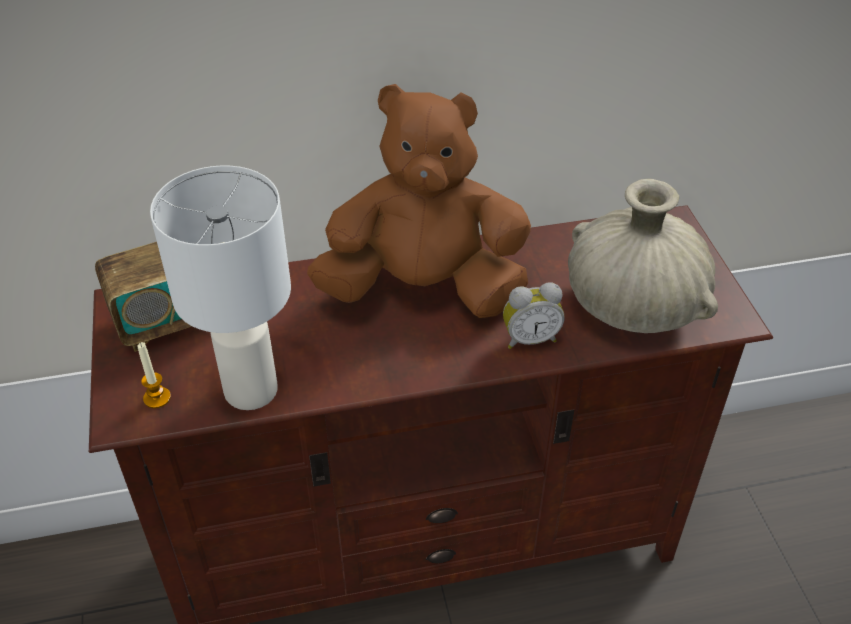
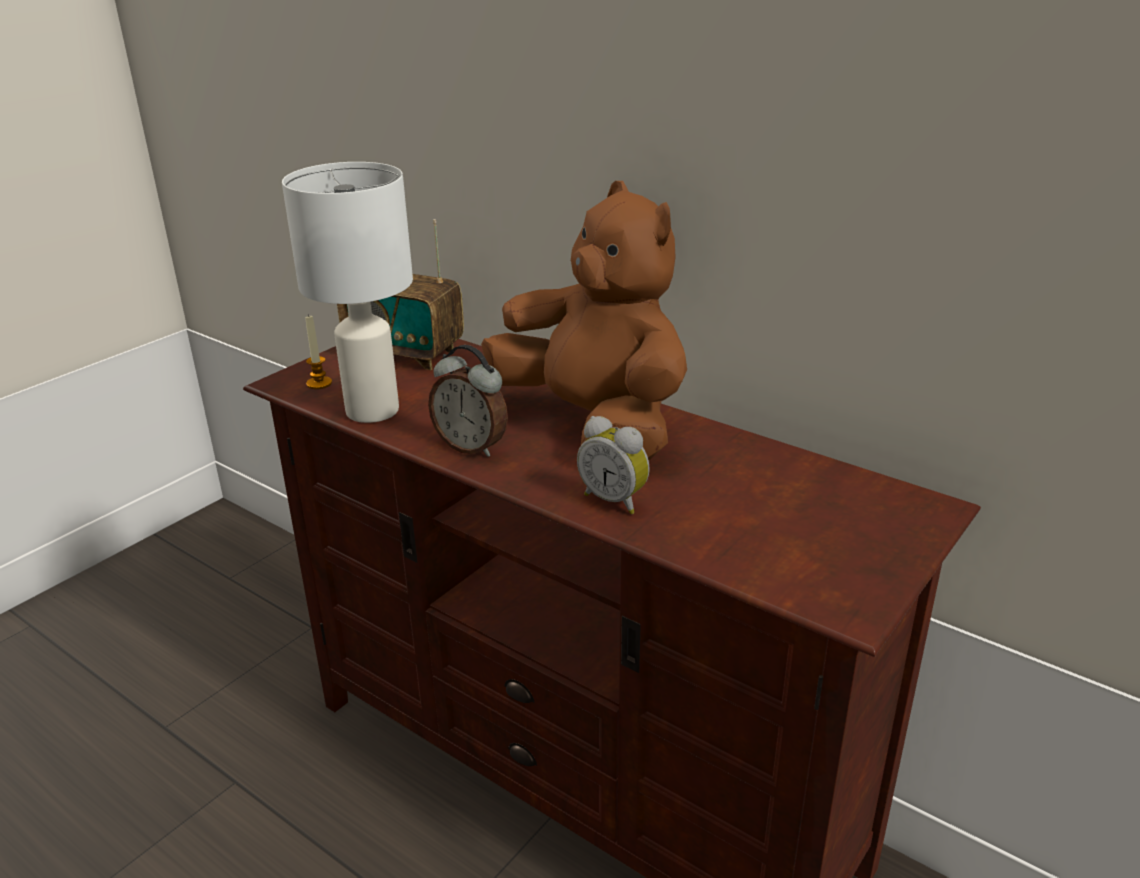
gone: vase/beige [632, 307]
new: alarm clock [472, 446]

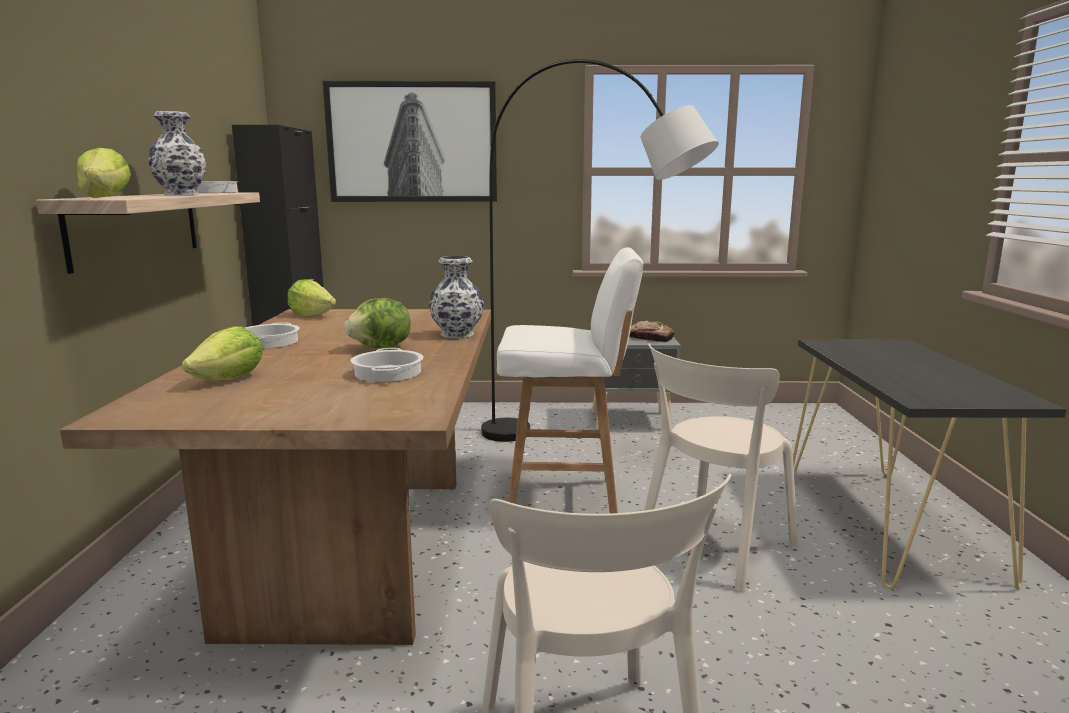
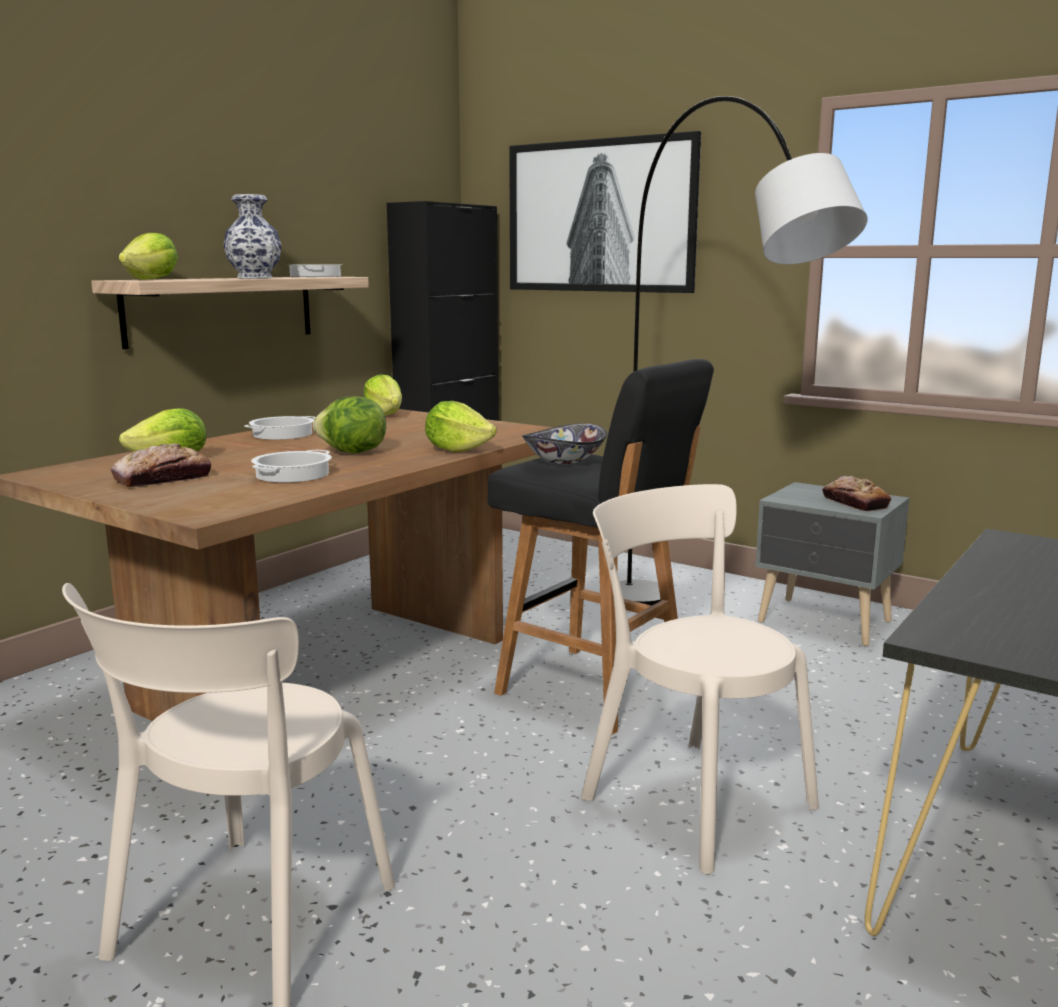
new: bread [163, 479]; bowl [565, 461]
swapped: vase [456, 334] to lettuce [457, 450]
repainted: stool/white [566, 500] to stool/black [595, 690]
rotated: chair/beige [712, 549] = [690, 797] 60 degrees clockwise

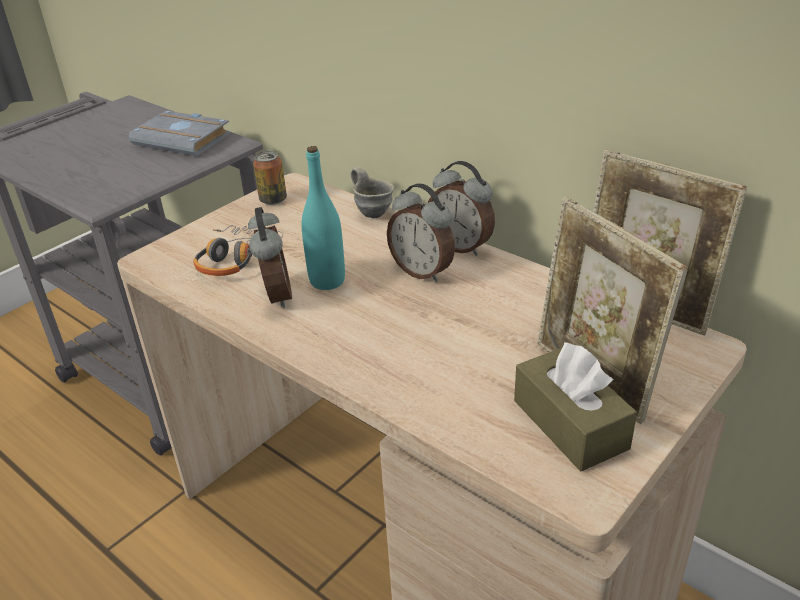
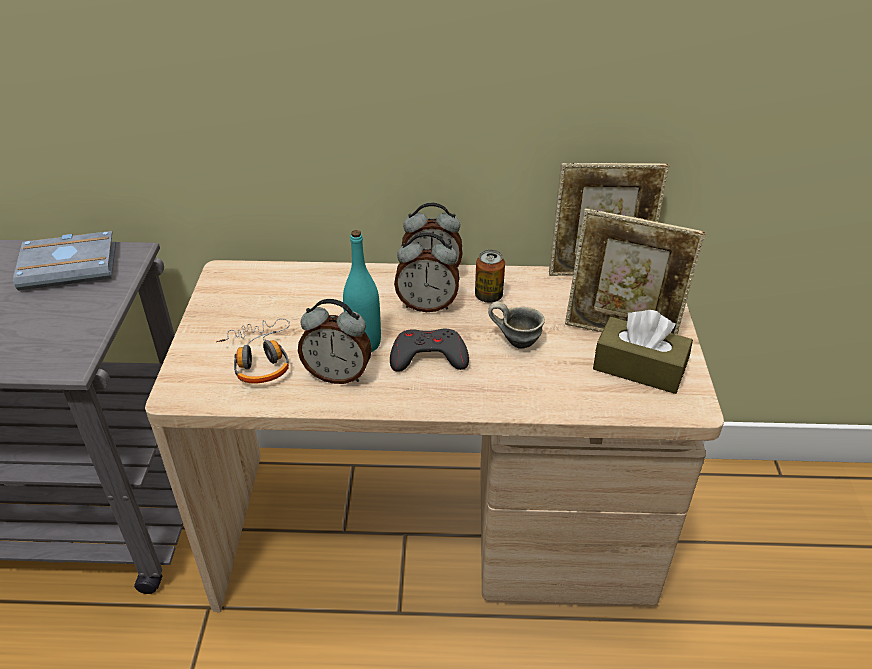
new: game controller/grey [428, 356]
shifted: can [273, 200] to [488, 296]; mug/grey [373, 212] to [517, 340]
rotated: alarm clock [275, 296] = [338, 374] 150 degrees clockwise

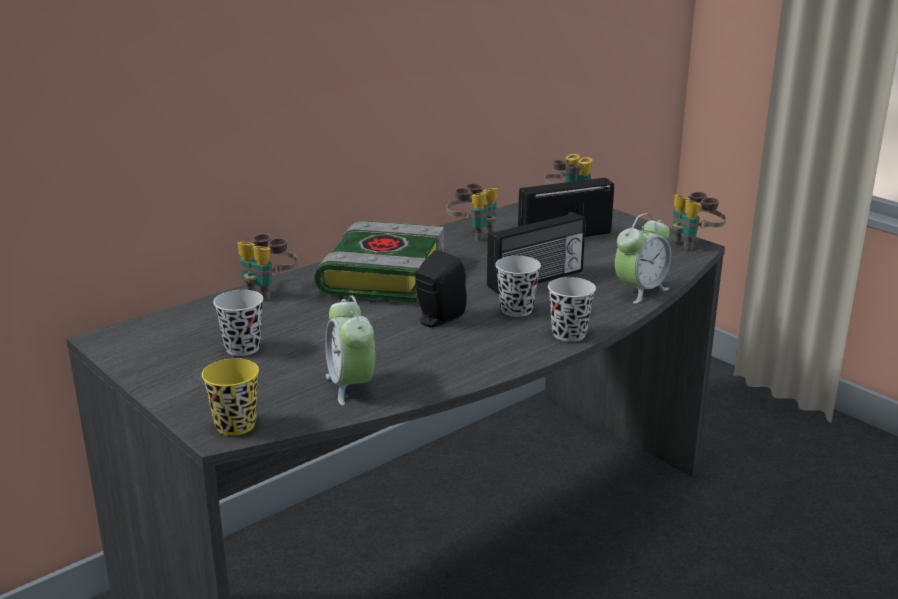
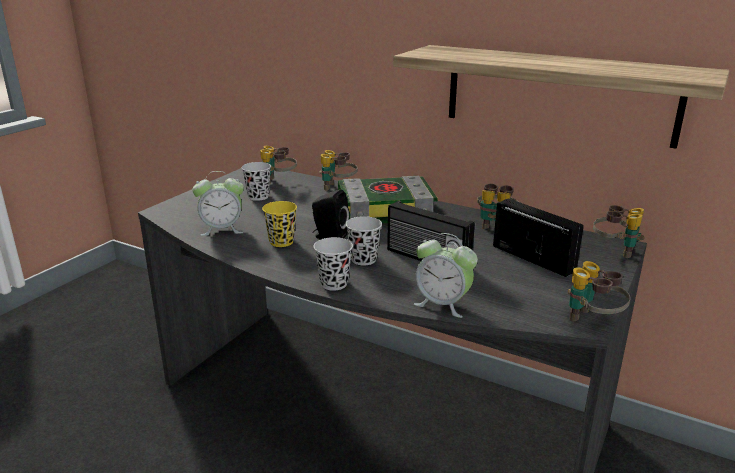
new: binoculars [278, 182]; shelf [559, 94]
shifted: cup/yellow [235, 425] to [281, 242]
rotated: alarm clock [351, 386] = [222, 229] 150 degrees counterclockwise

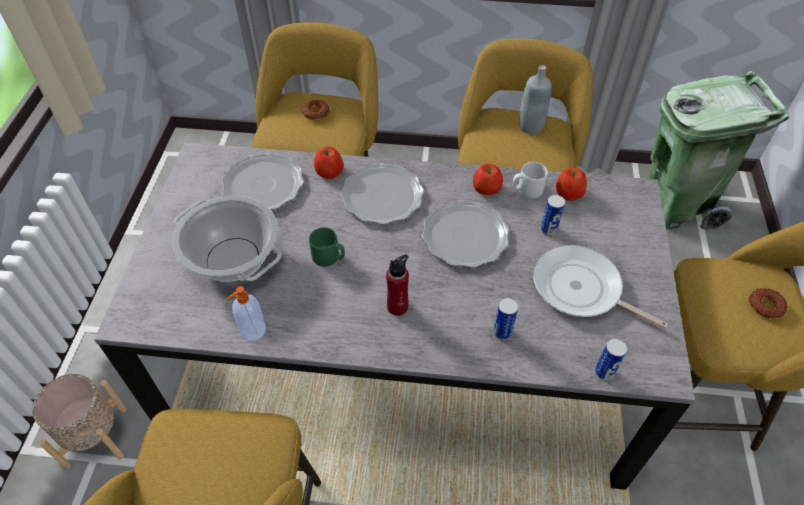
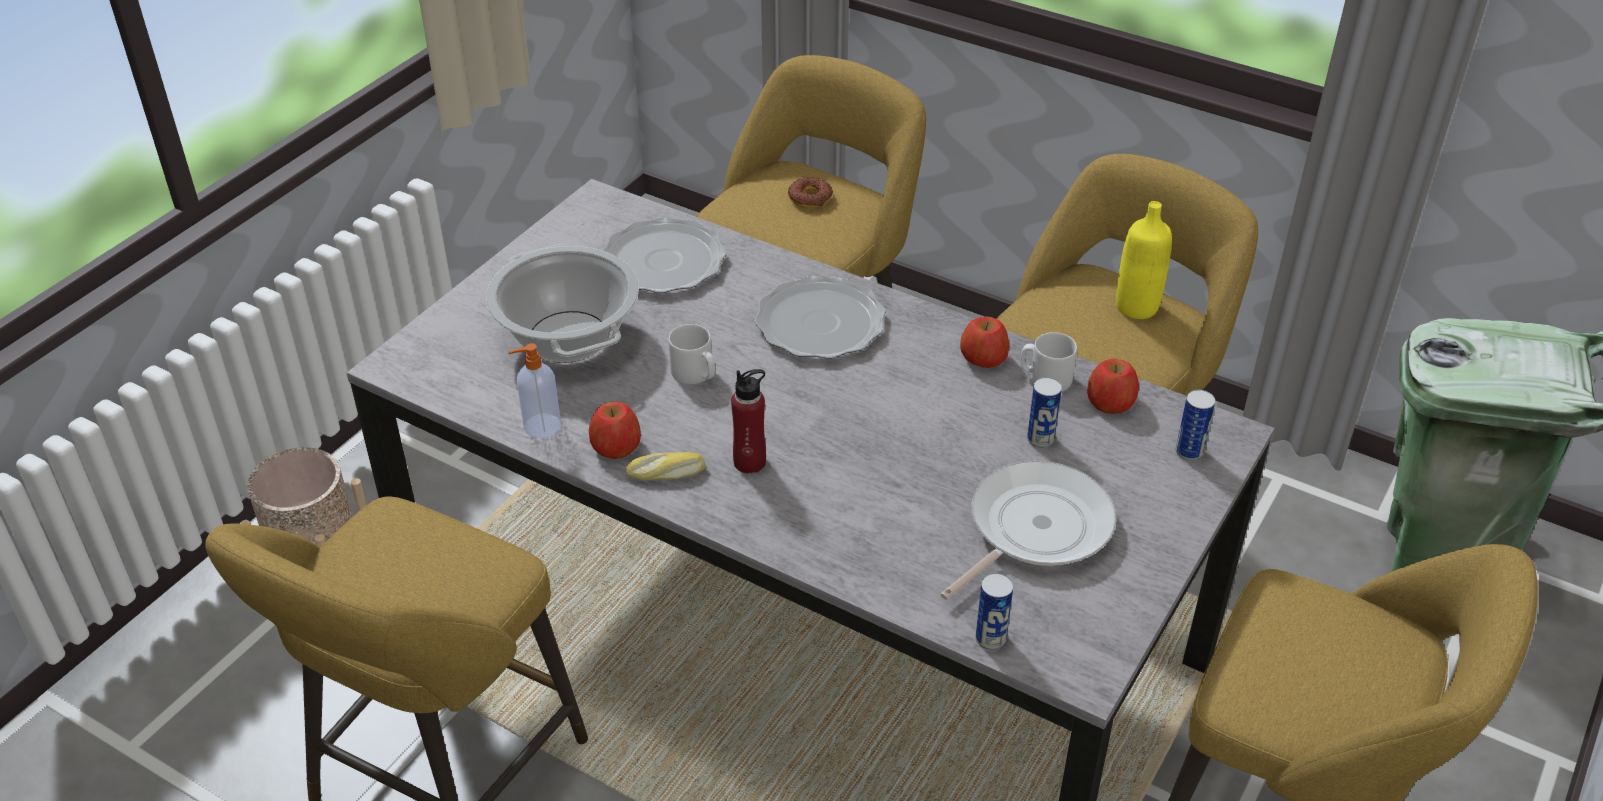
gone: plate [465, 236]; donut [765, 305]
new: bread [666, 474]
shifted: apple [329, 171] to [616, 446]; can [502, 332] to [1189, 452]
repainted: mug/green [329, 257] to mug/grey [695, 374]; bottle/grey [530, 126] to bottle/yellow [1137, 307]
rotated: frying pan [581, 289] = [1034, 529] 75 degrees clockwise

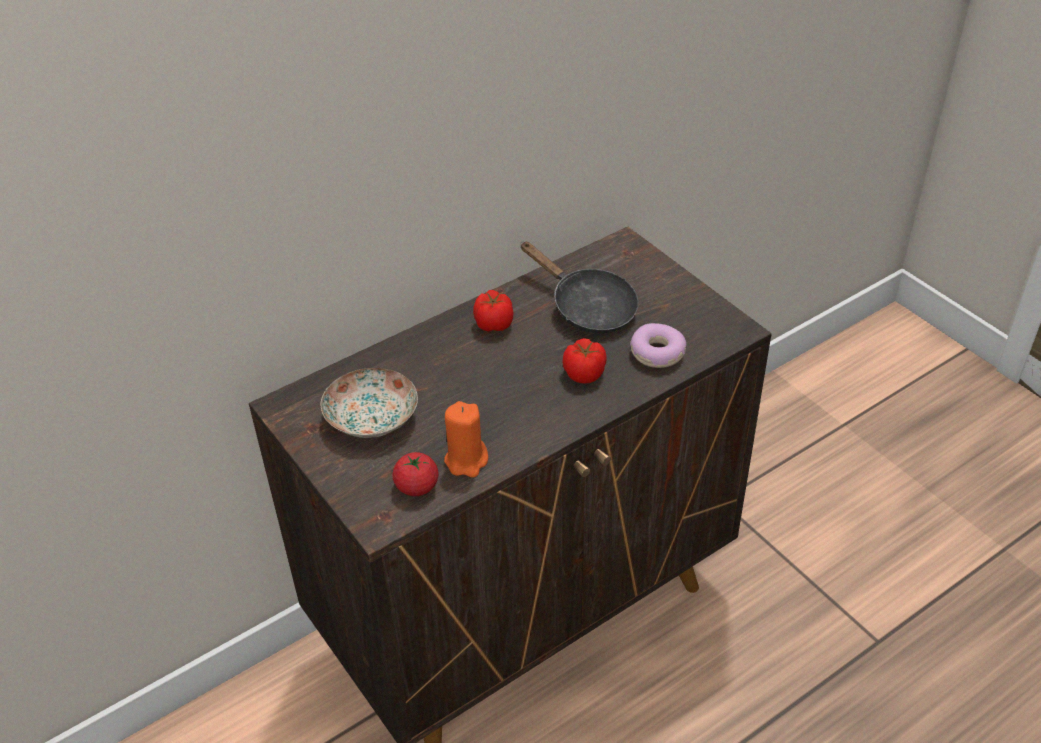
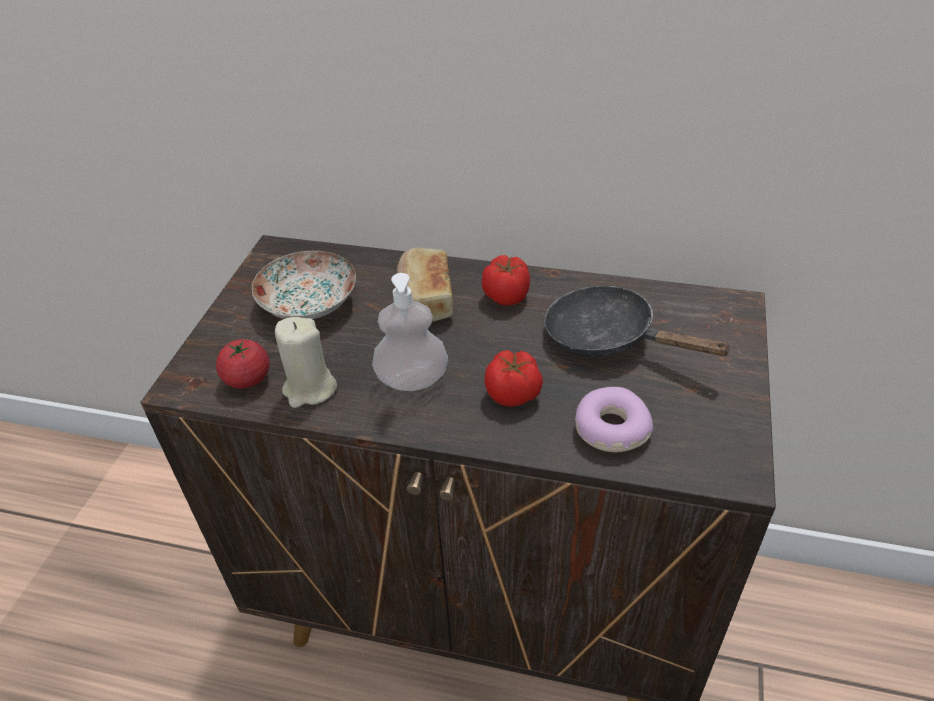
new: soap dispenser [412, 380]; bread [425, 300]
repainted: candle/orange [466, 460] to candle/beige [309, 389]
rotated: frying pan/black [587, 307] = [609, 338] 120 degrees clockwise

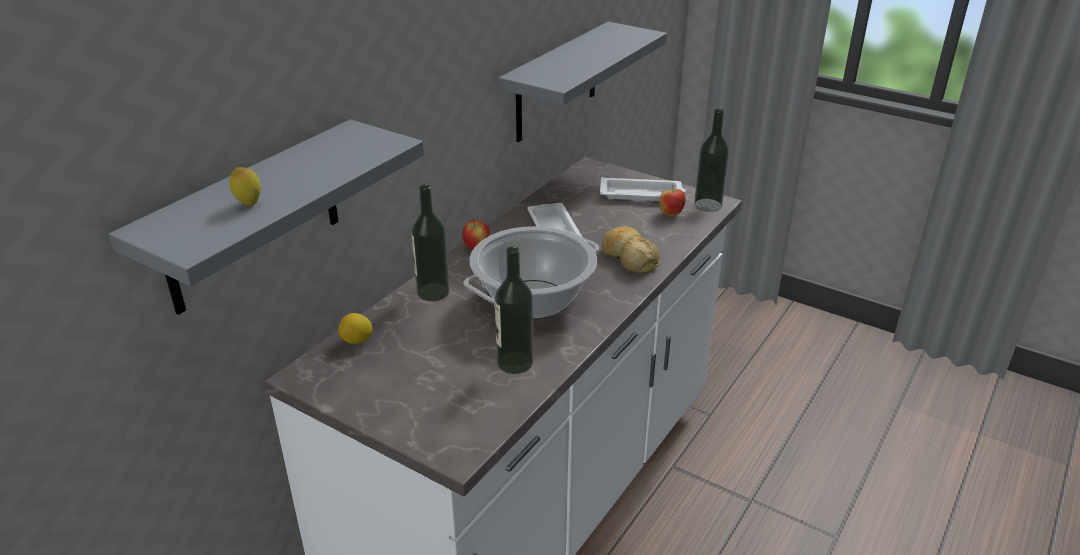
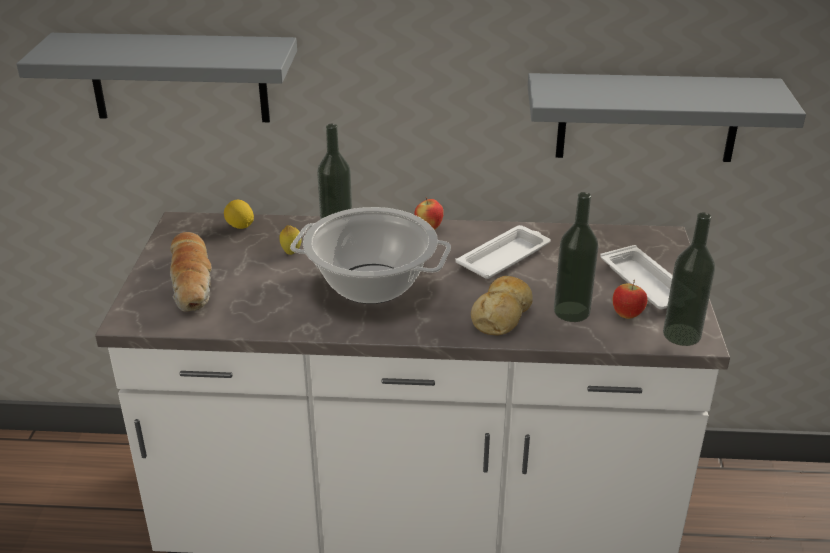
new: bread [193, 283]
shifted: lemon [249, 204] to [291, 252]; bottle [515, 362] to [571, 311]

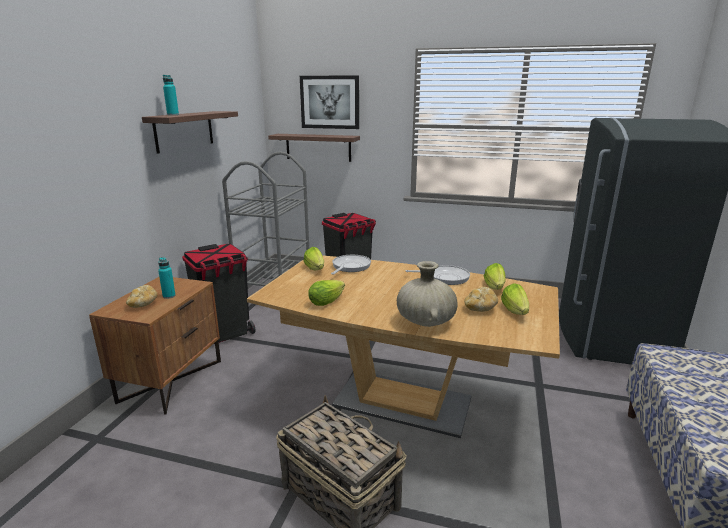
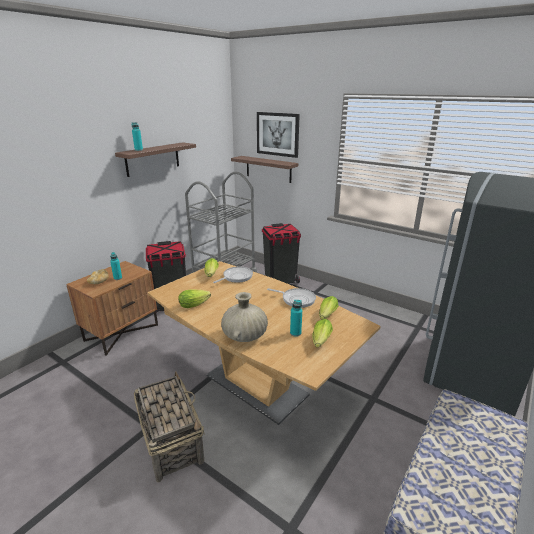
swapped: bread [480, 308] to bottle/turquoise [295, 333]

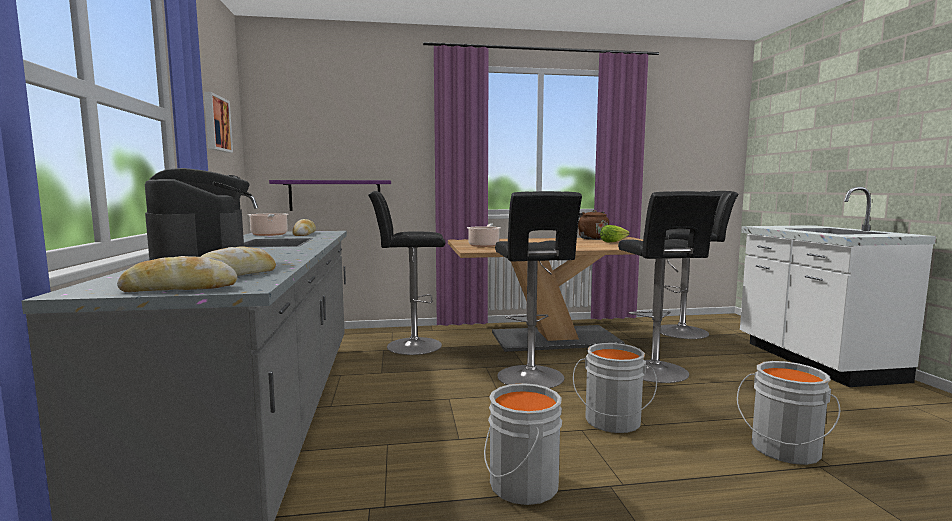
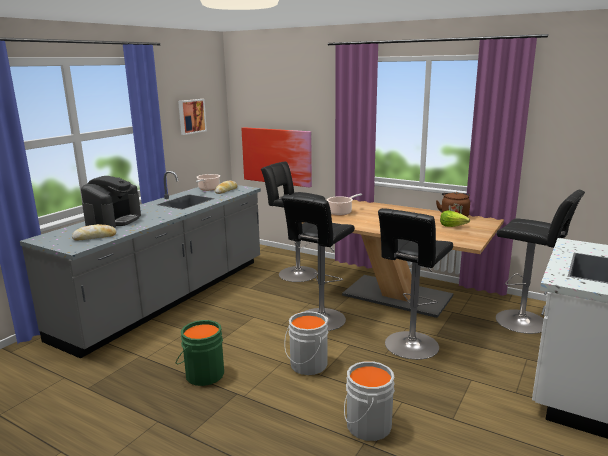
gone: bread [179, 289]
swapped: shelf/purple [335, 195] to picture [277, 156]
repainted: bucket/grey [520, 485] to bucket/green [203, 374]

